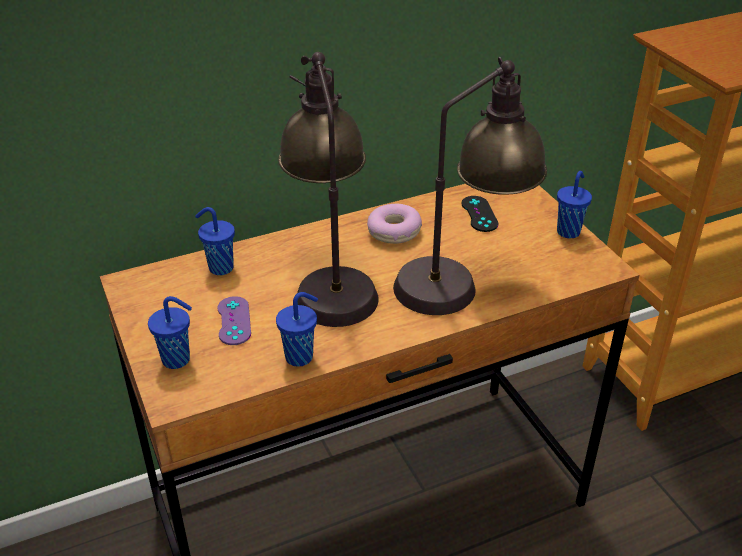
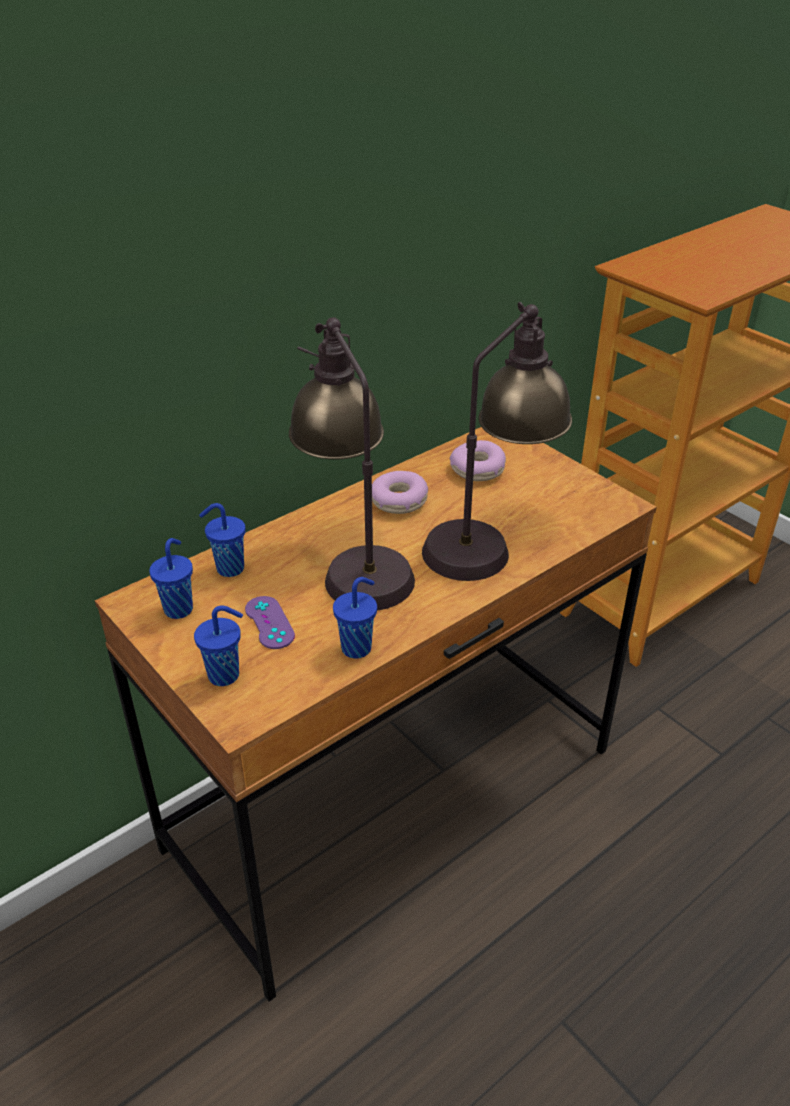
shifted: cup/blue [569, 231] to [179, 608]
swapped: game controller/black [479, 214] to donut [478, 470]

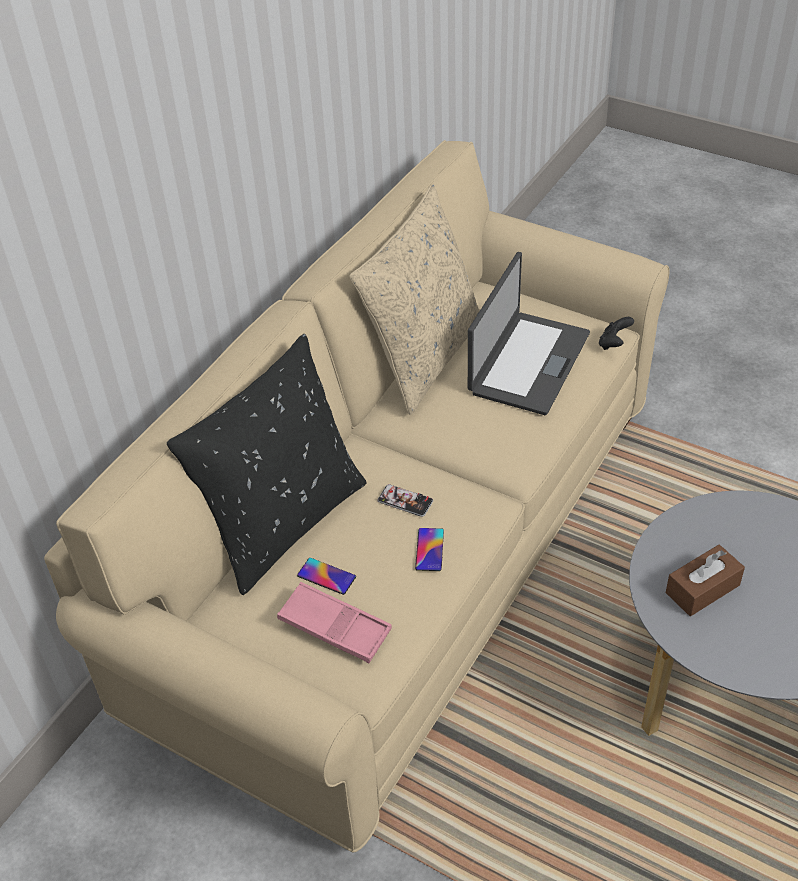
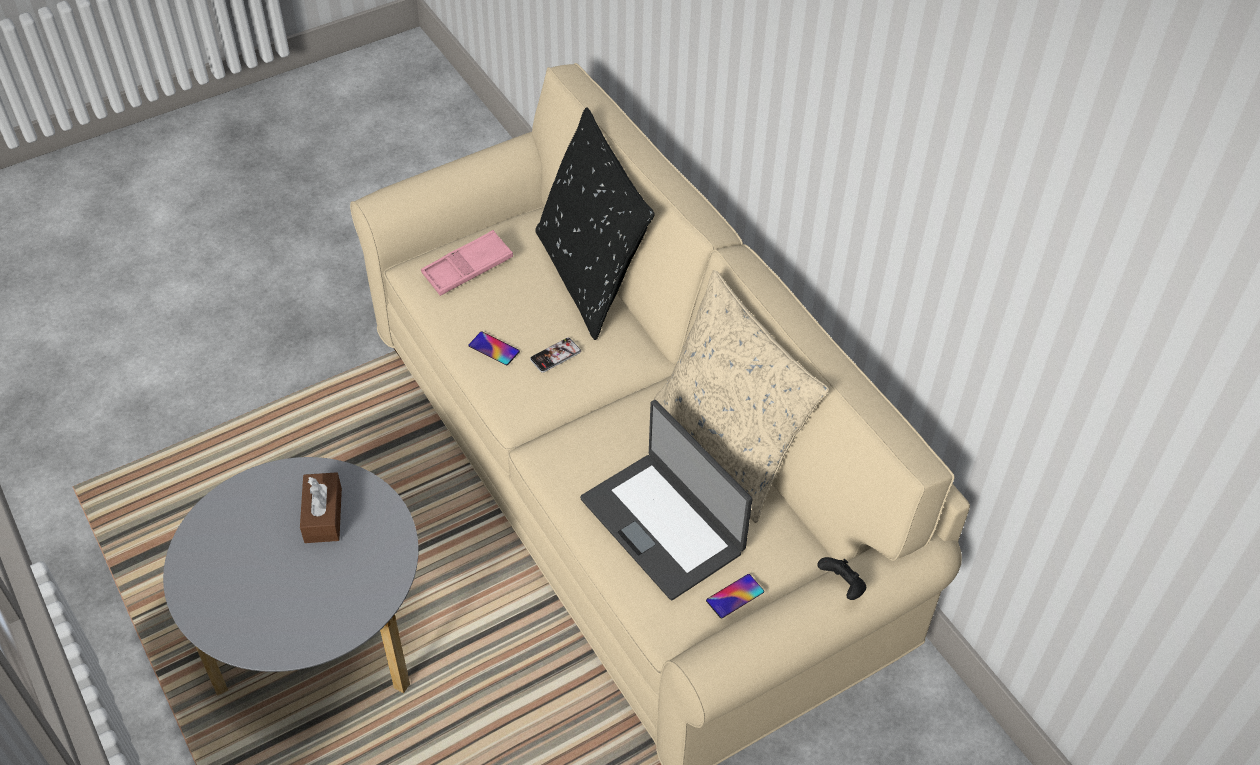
shifted: phone [326, 576] to [735, 596]; game controller/black [614, 344] to [842, 586]

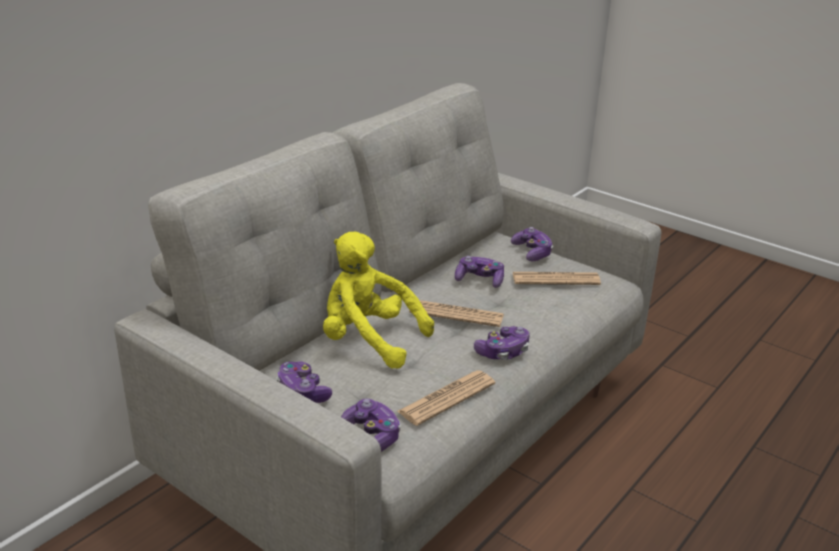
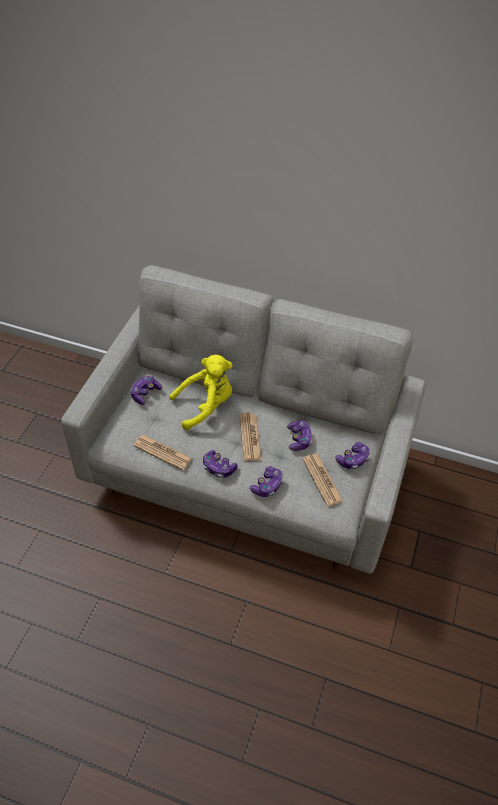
shifted: game controller [372, 434] to [267, 486]
rotated: plush toy/yellow [368, 340] = [206, 405] 60 degrees clockwise

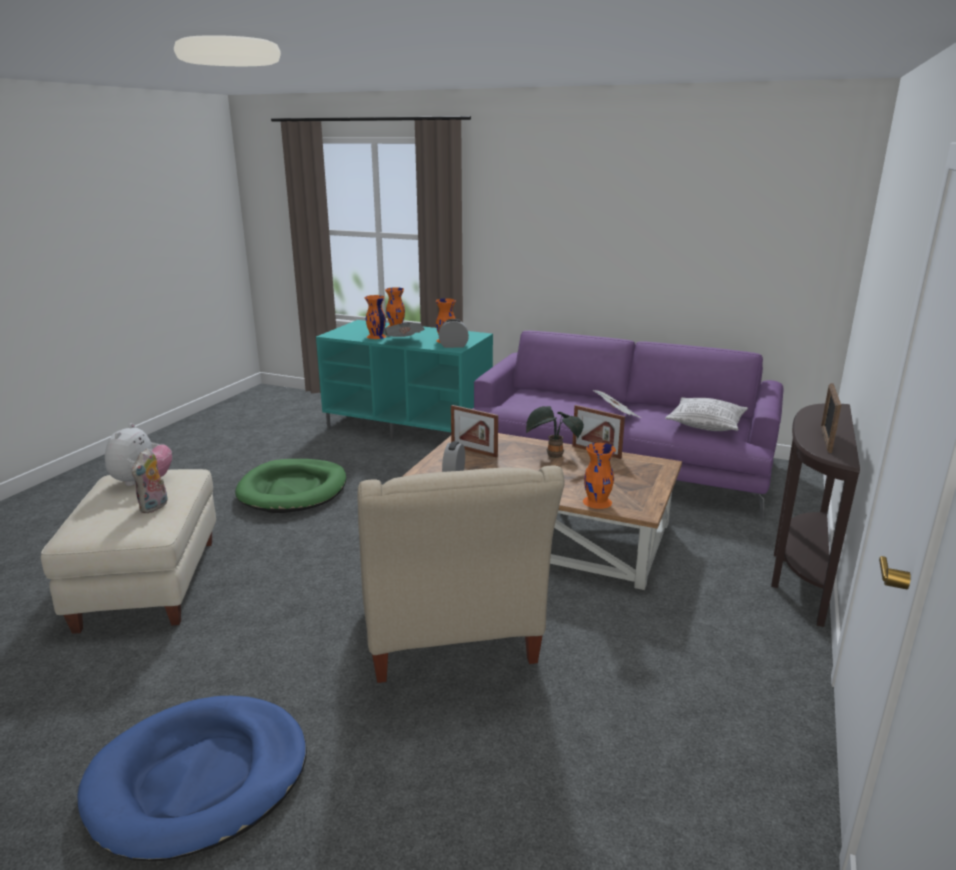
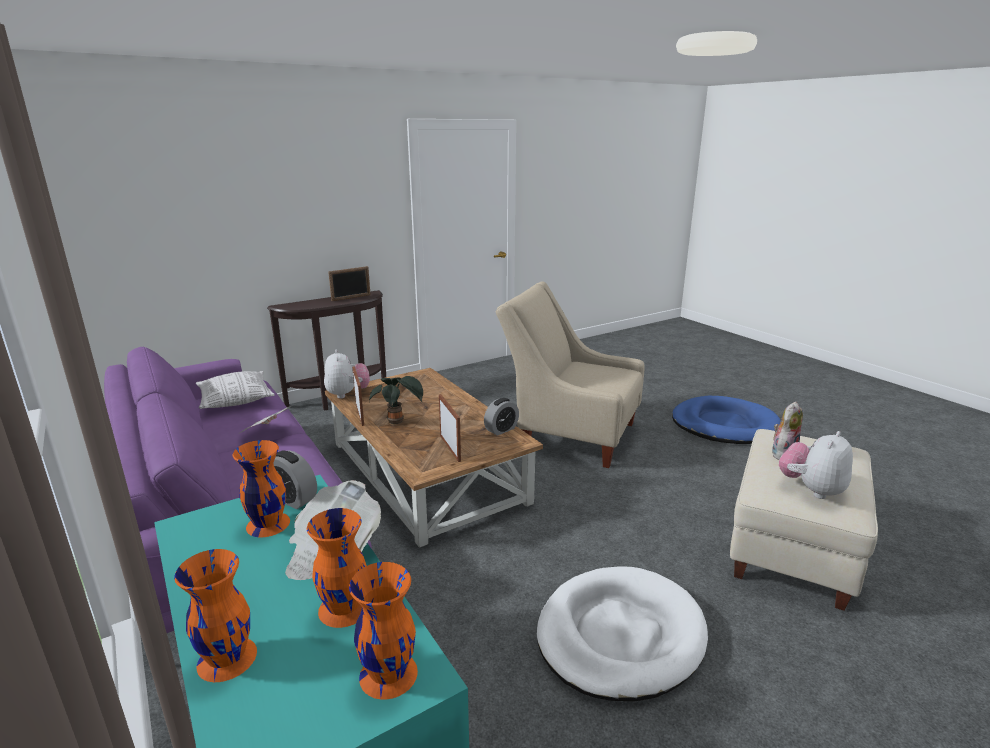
new: plush toy [347, 394]
shifted: vase/orange [597, 502] to [388, 673]
repainted: dog bed/green [293, 490] to dog bed/white [619, 636]
rotated: armchair/beige [450, 639] = [569, 434] 90 degrees counterclockwise

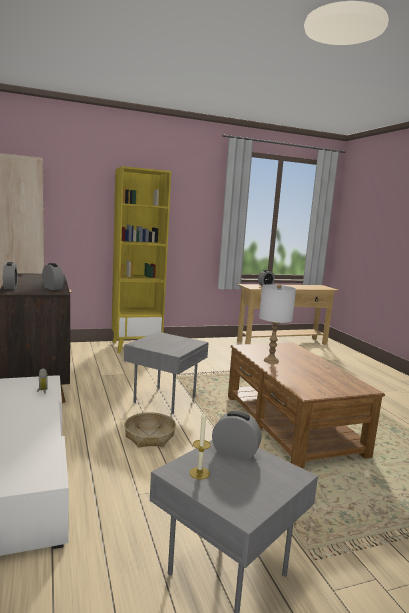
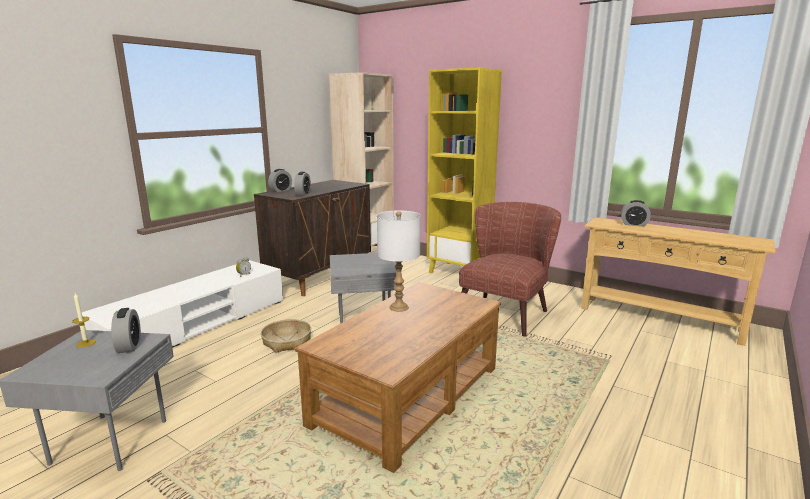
new: armchair/brown [506, 311]

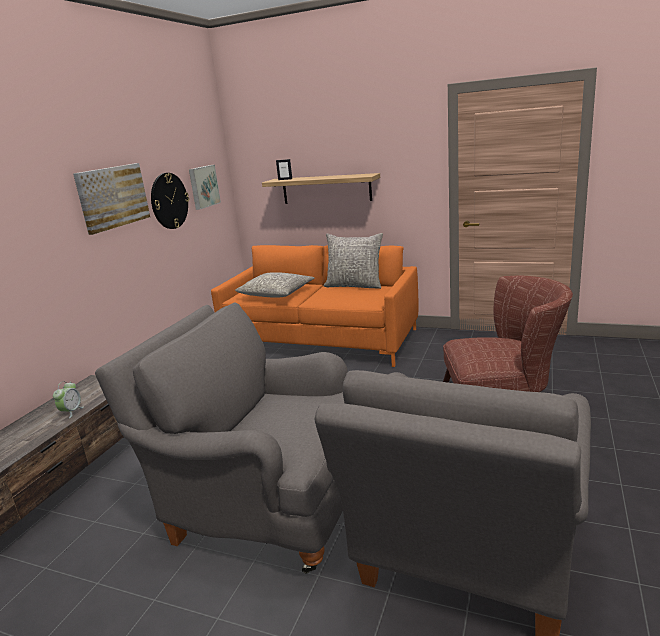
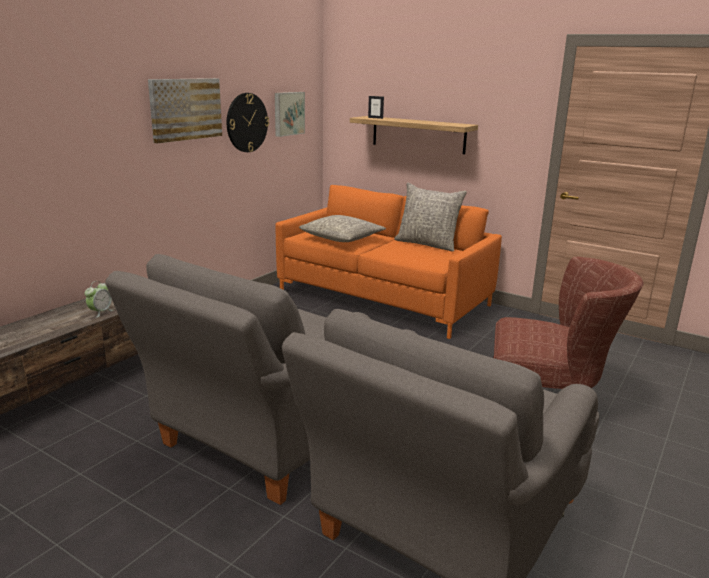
rotated: armchair/grey [266, 503] = [261, 440] 90 degrees counterclockwise

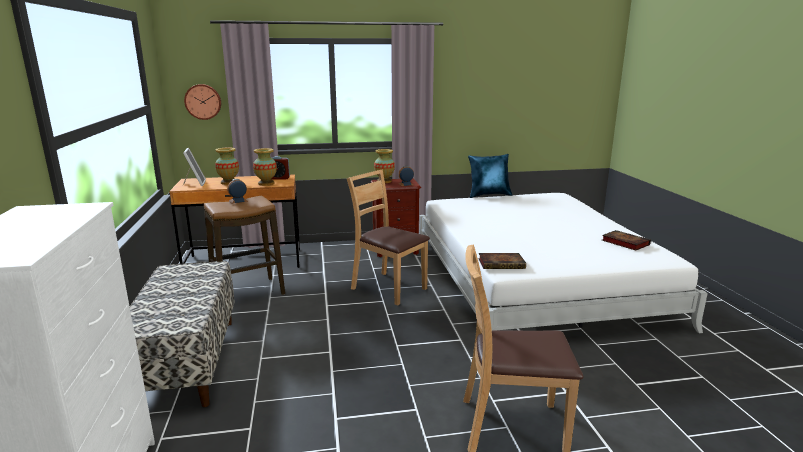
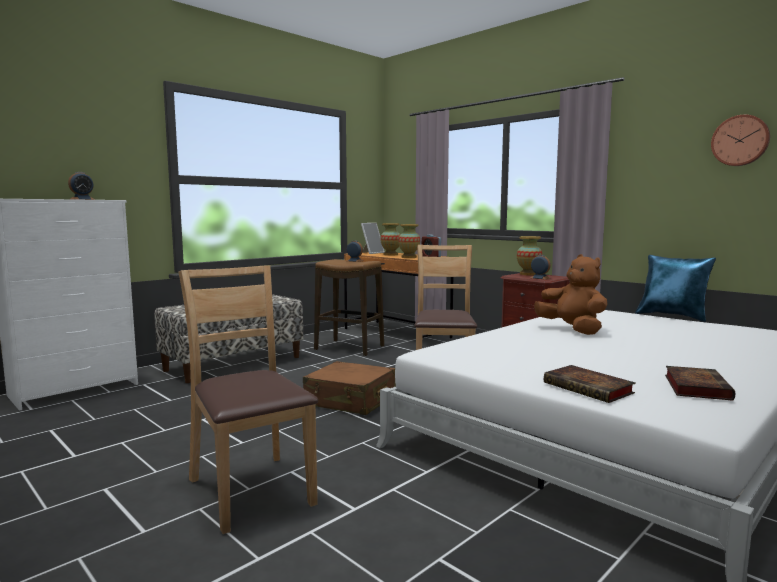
new: alarm clock [82, 199]; suitcase/brown [350, 401]; plush toy/brown [572, 330]
shifted: wall clock [203, 101] to [740, 140]; book [502, 264] to [590, 389]

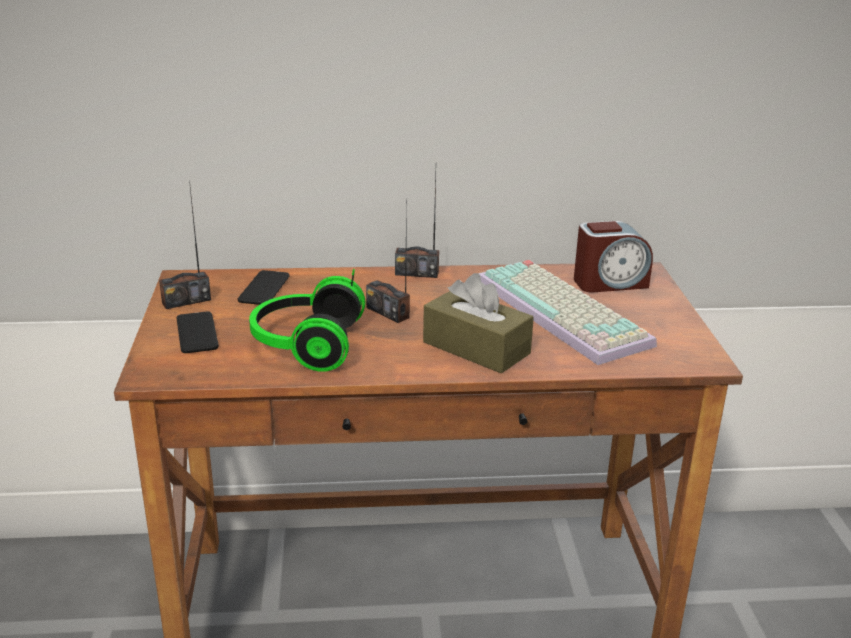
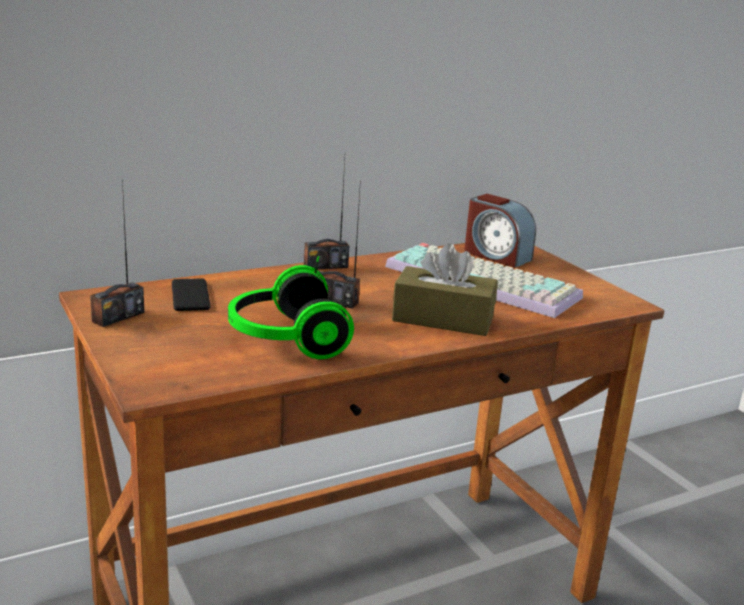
gone: phone [197, 333]
rotated: alarm clock [609, 283] = [496, 255] 75 degrees clockwise

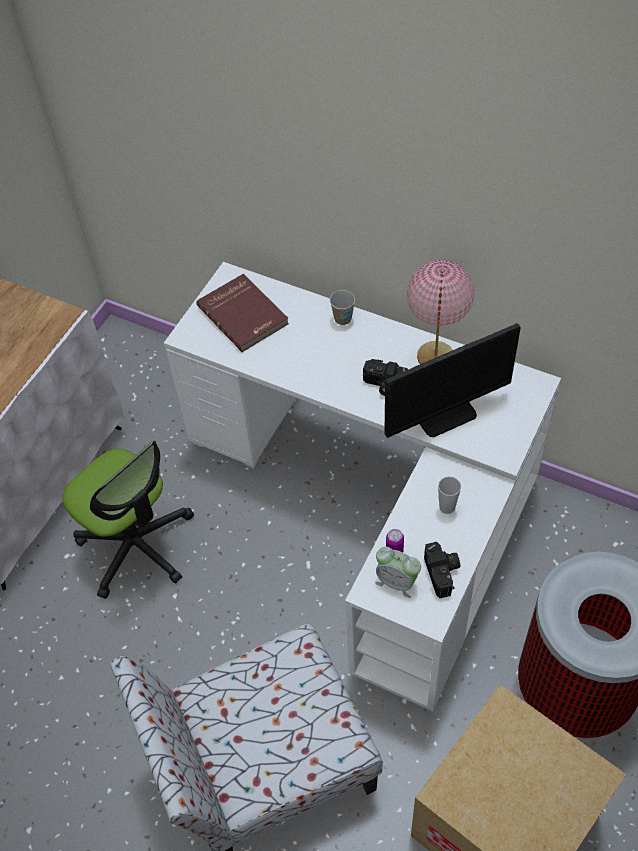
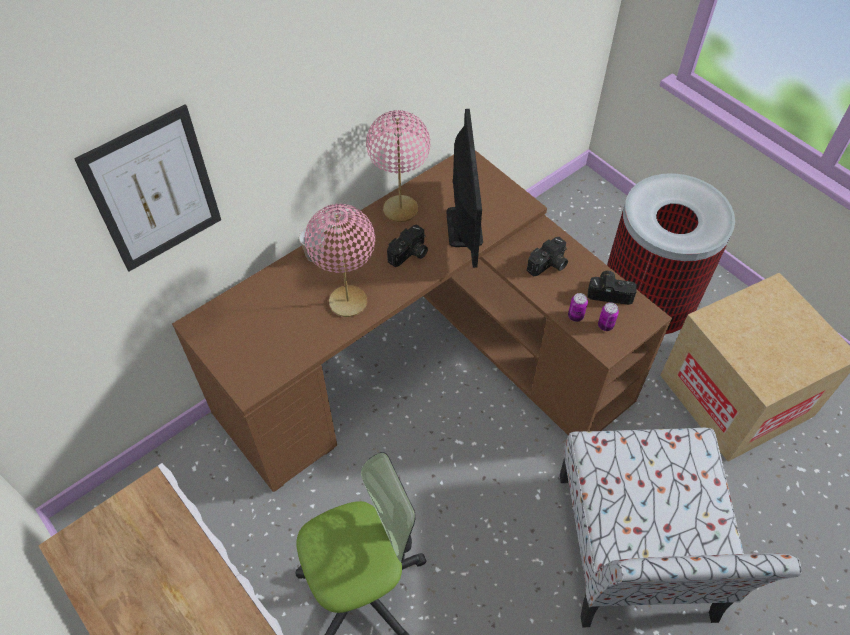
gone: book/red [244, 314]
new: picture [154, 191]; table lamp/pink [347, 302]
swapped: alarm clock [397, 581] to can [605, 325]; cup [447, 507] to photo camera [548, 265]
repainted: desk/white [376, 502] to desk/brown [424, 366]

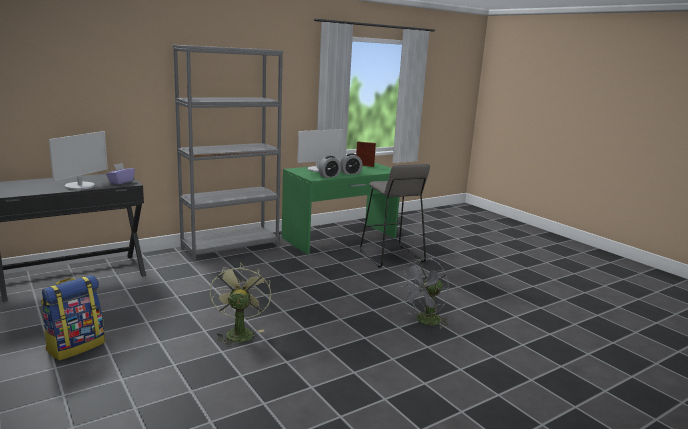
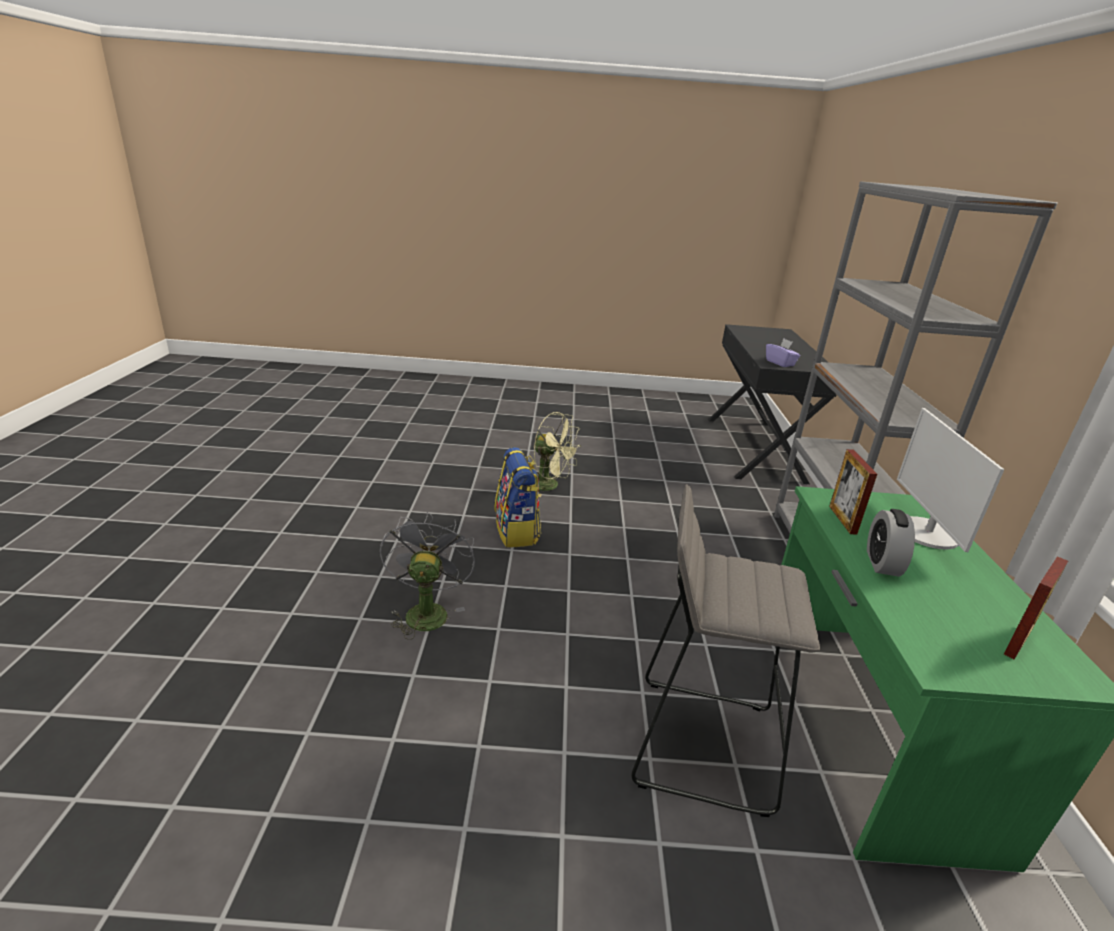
gone: monitor [80, 186]
shifted: backpack [76, 346] to [517, 532]
swapped: alarm clock [329, 176] to picture frame [842, 520]

